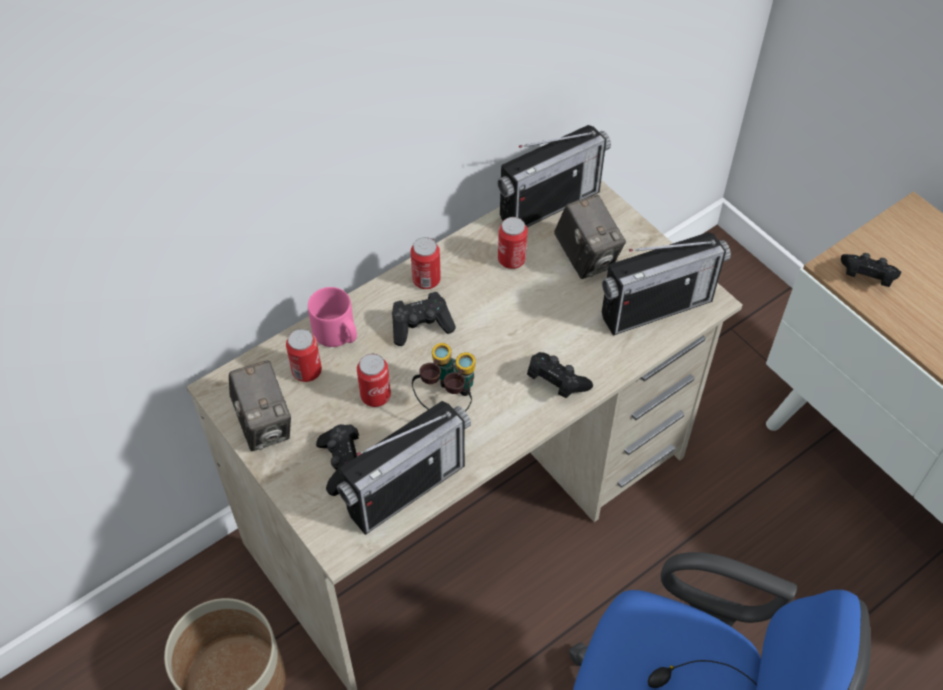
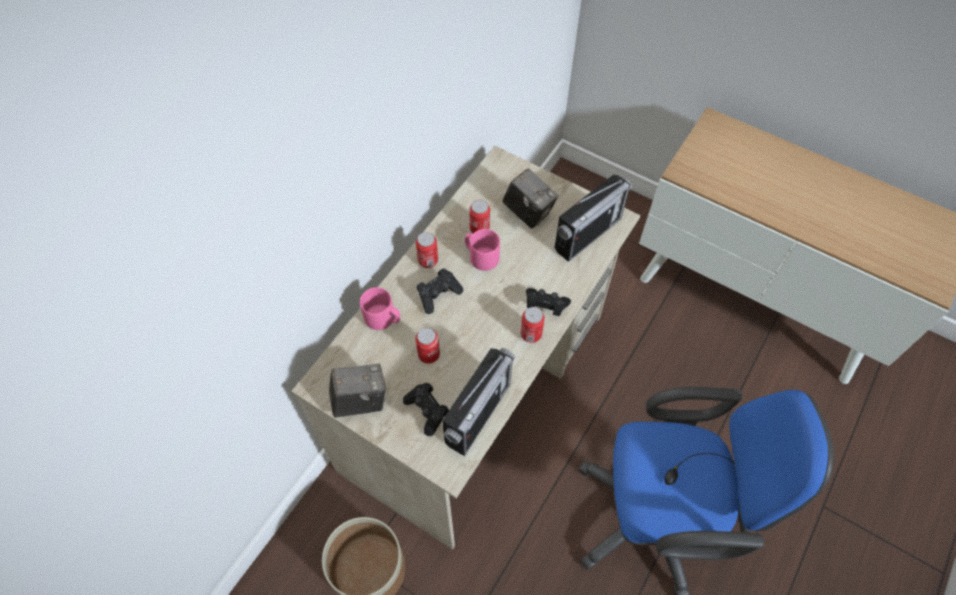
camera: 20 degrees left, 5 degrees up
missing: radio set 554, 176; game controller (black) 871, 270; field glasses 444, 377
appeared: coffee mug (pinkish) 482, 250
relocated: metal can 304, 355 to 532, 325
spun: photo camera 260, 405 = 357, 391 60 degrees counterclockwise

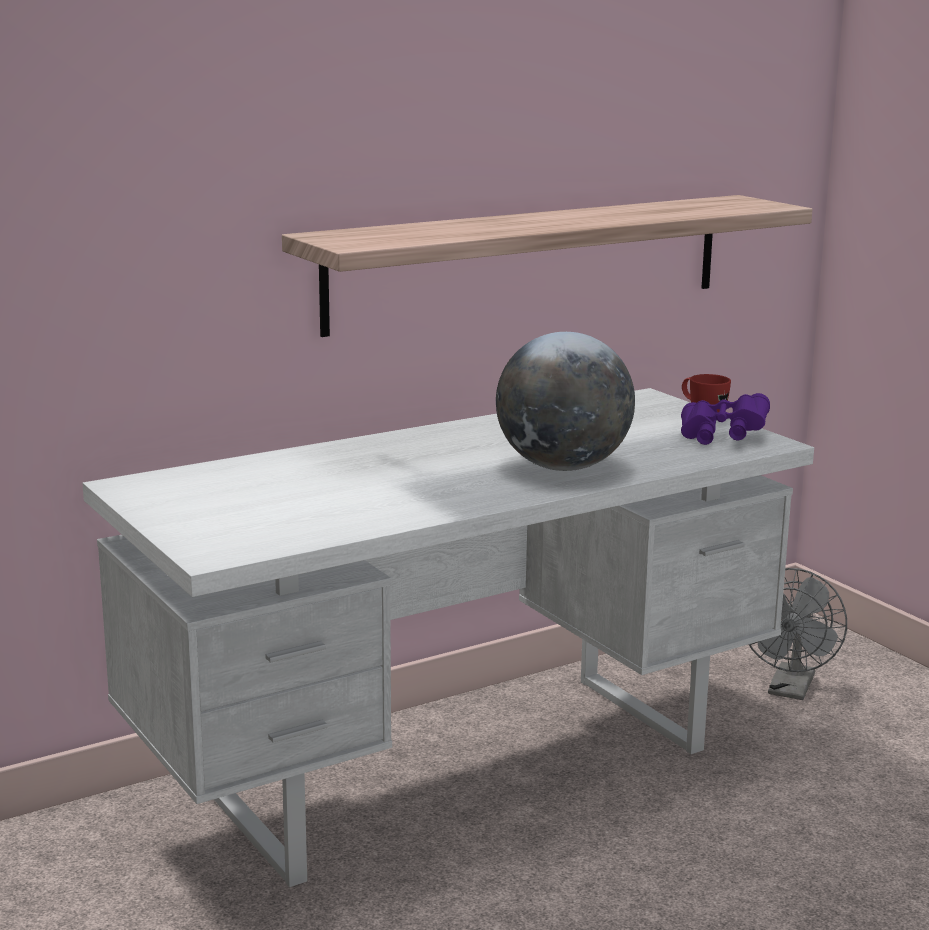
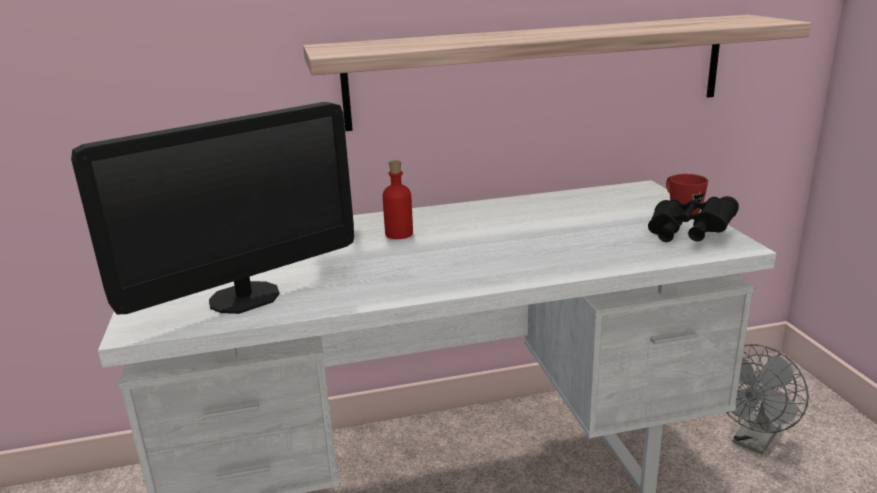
camera: 20 degrees right, 5 degrees up
missing: desk globe 565, 401
appeared: computer display 212, 208; bottle (red) 398, 199
colour: field glasses (purple) 725, 419 to field glasses (black) 693, 219

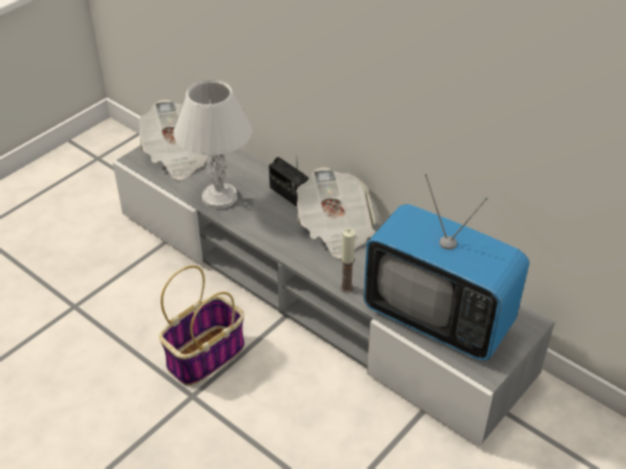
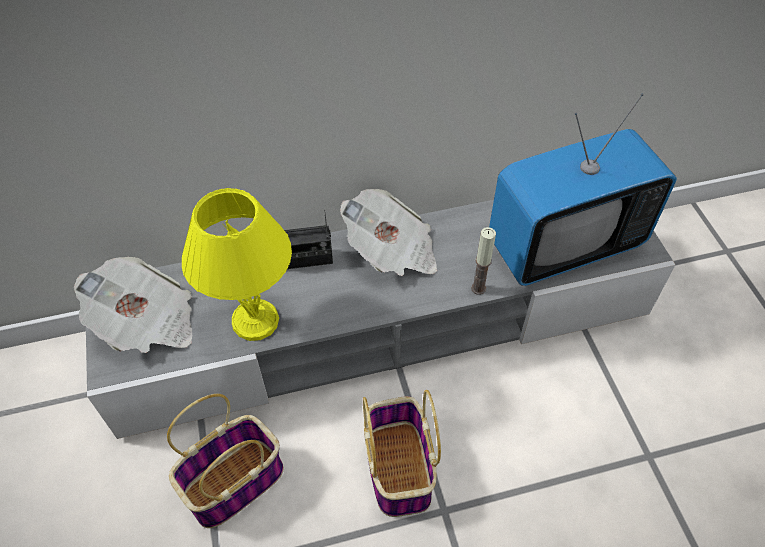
camera: 55 degrees left, 10 degrees up
appeared: storage basket 225, 461
colour: tabletop lamp (whitish) 213, 144 to tabletop lamp (yellowish) 237, 264

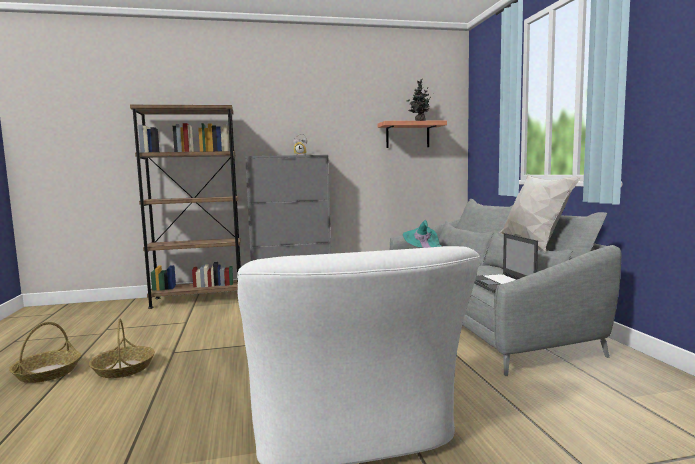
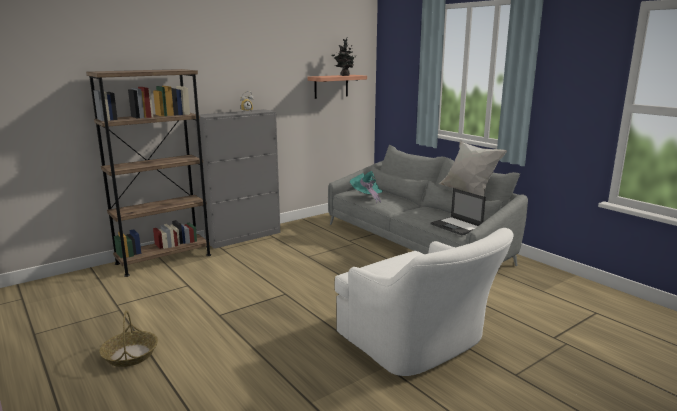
camera: 25 degrees left, 10 degrees up
missing: storage basket 122, 348

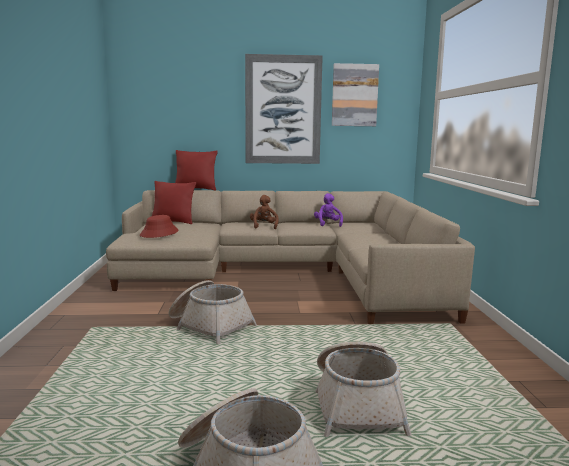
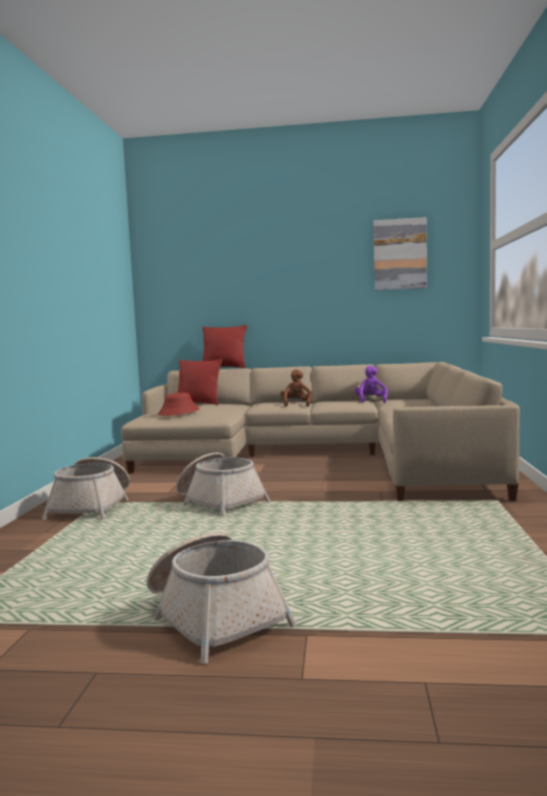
camera: 10 degrees right, 5 degrees down
missing: wall picture 284, 109
relocated: storage basket 363, 389 to 86, 488

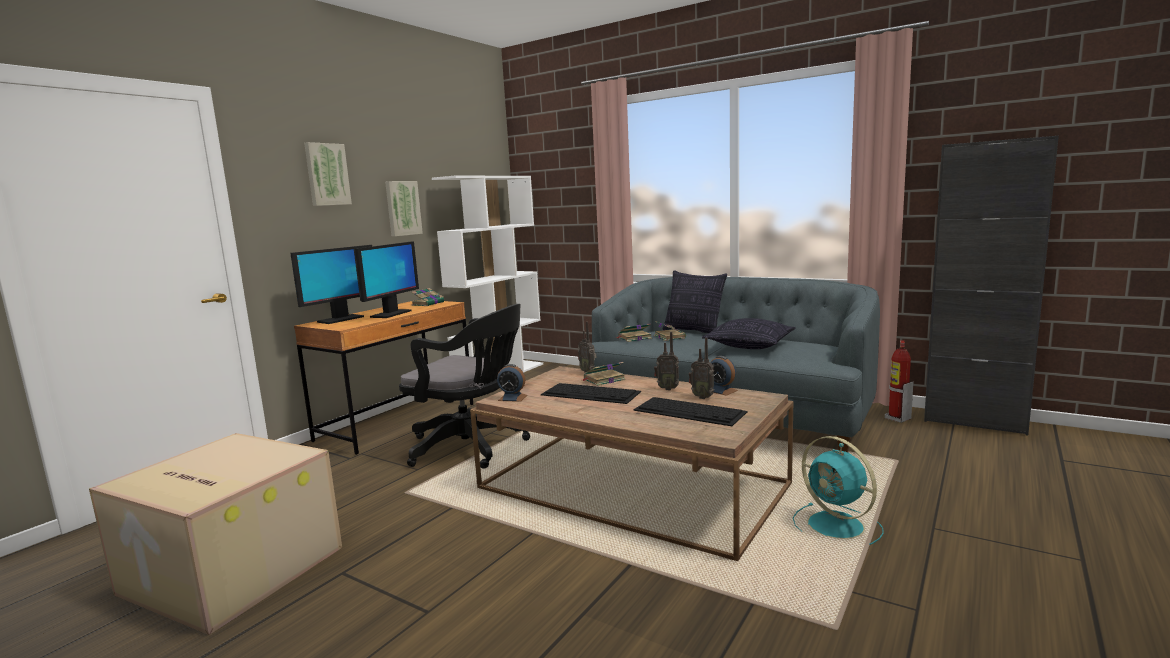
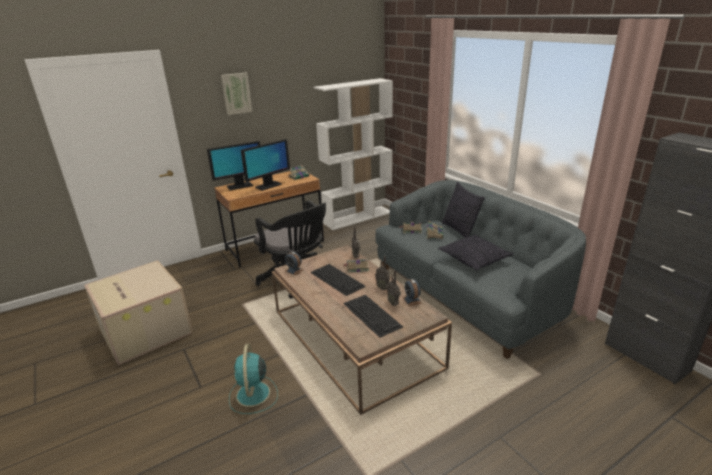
camera: 25 degrees right, 15 degrees up
missing: wall picture 404, 208; extinguisher 899, 381
relocated: electric fan (turquoise) 838, 490 to 253, 379

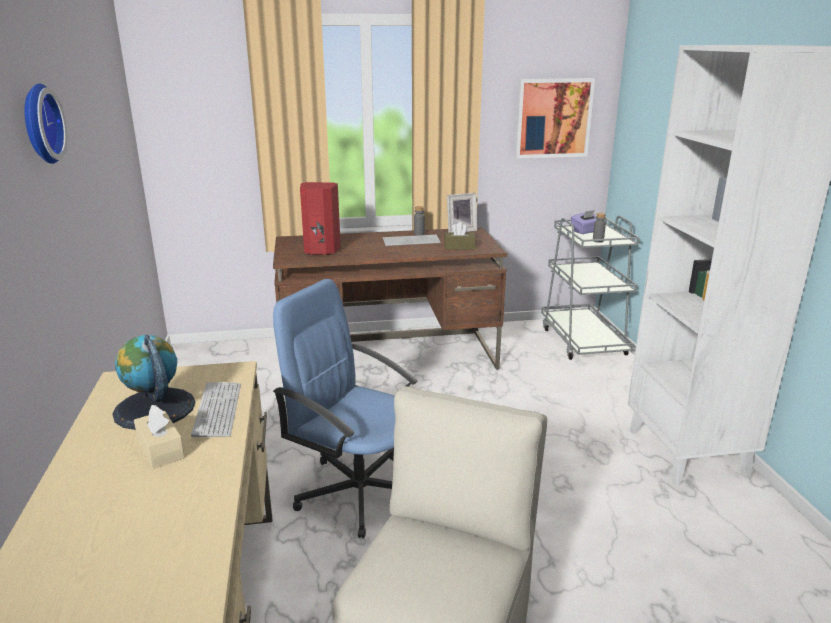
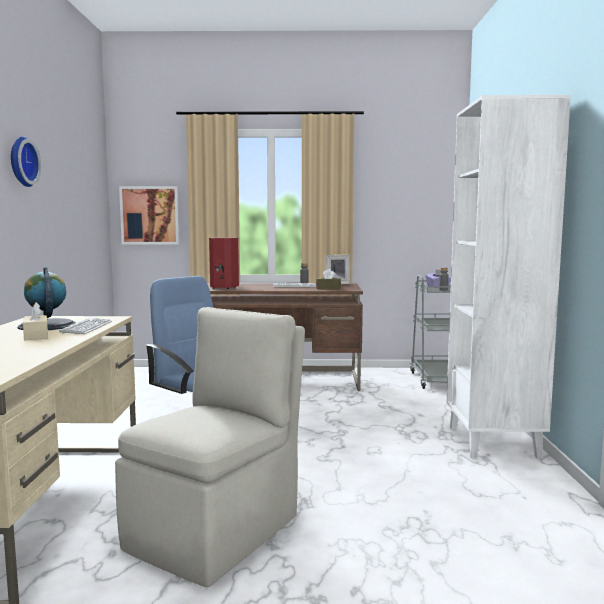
camera: 10 degrees right, 15 degrees down
relocated: wall picture 555, 118 to 149, 215

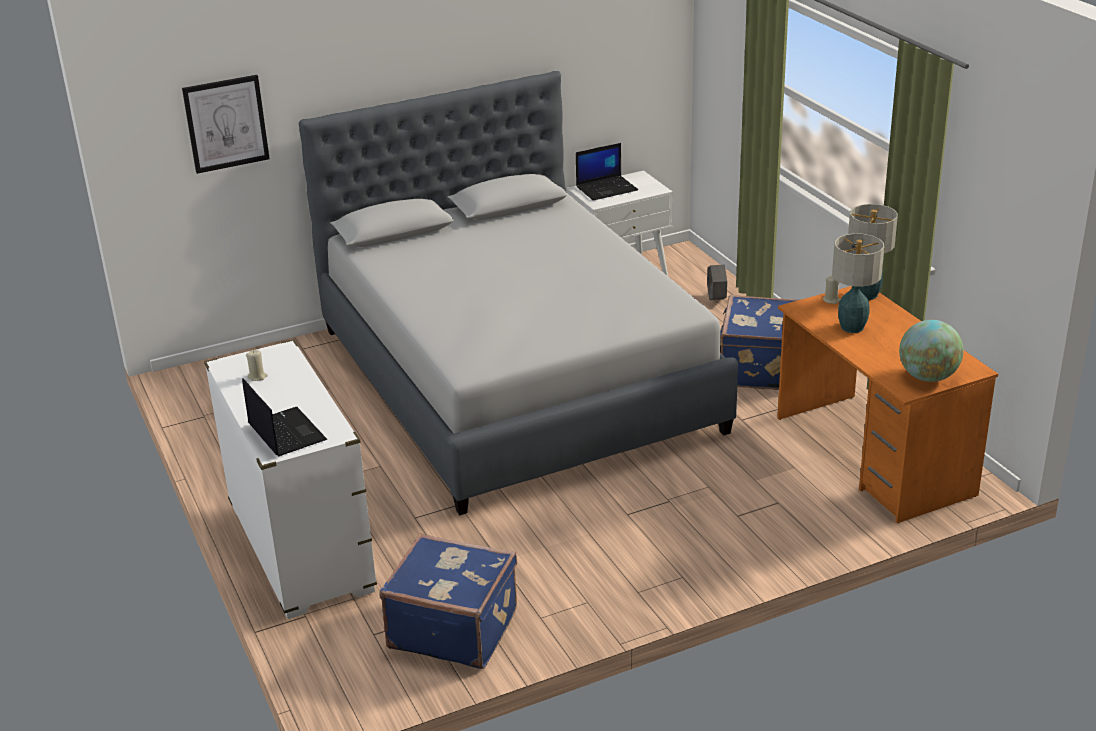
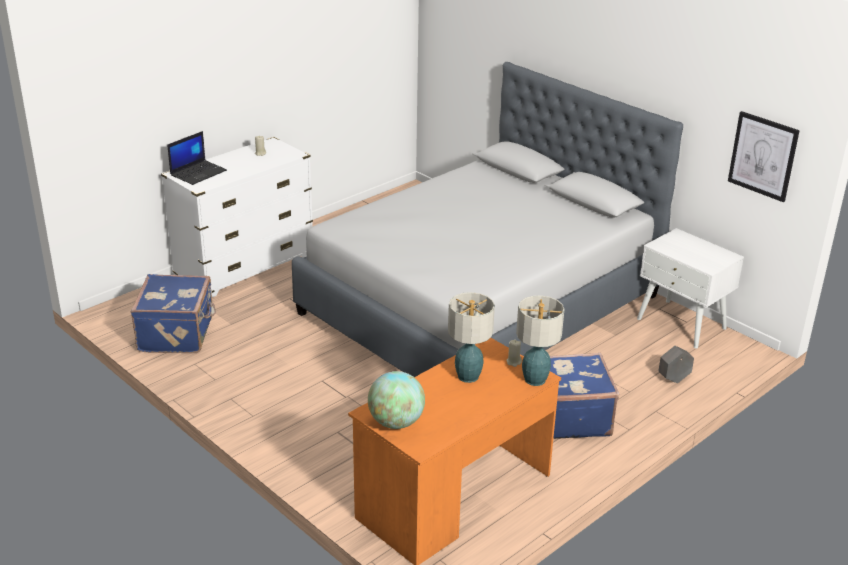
camera: 70 degrees right, 0 degrees up
missing: laptop 607, 172
relocated: wall picture 226, 124 to 764, 156

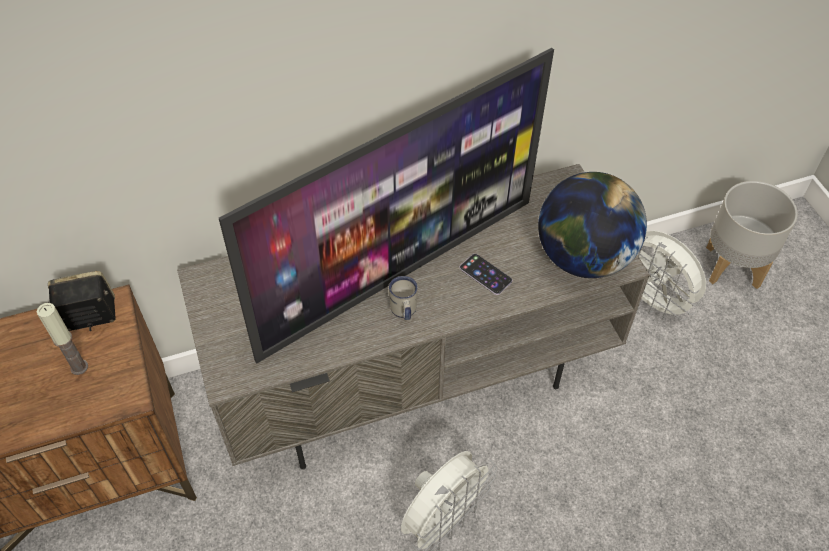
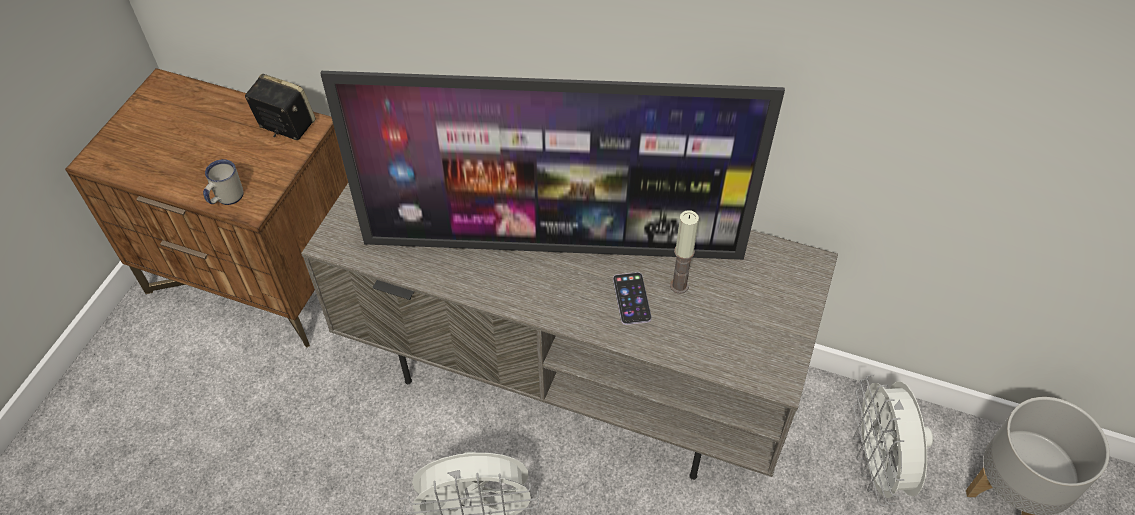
camera: 40 degrees right, 0 degrees up
missing: desk globe 592, 225
relocated: coffee mug (whitish) 403, 298 to 223, 182; wax light 62, 339 to 684, 252

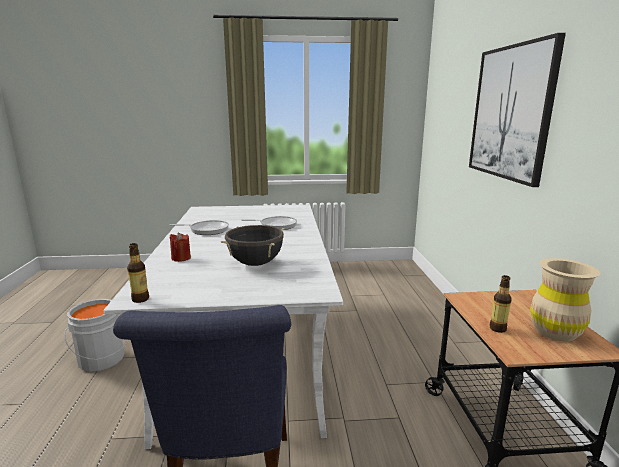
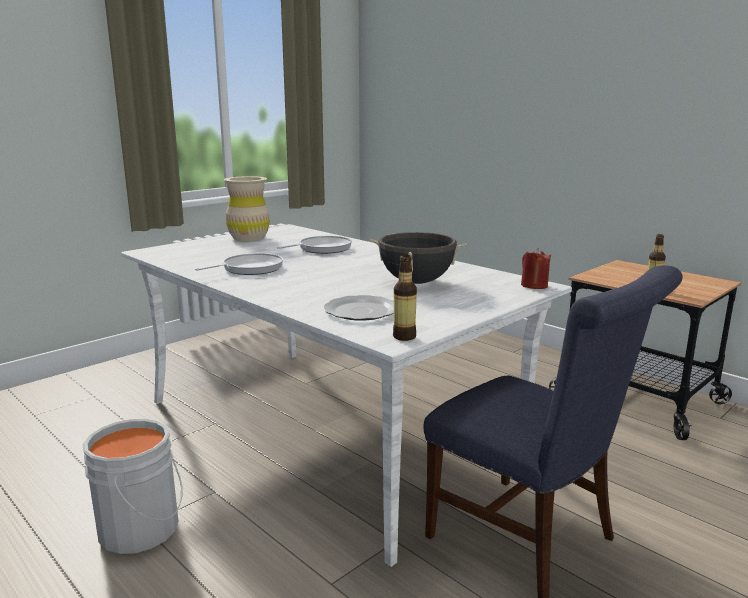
camera: 40 degrees left, 0 degrees up
missing: wall picture 517, 110
appeared: dinner plate 359, 308
relocated: wax light (red) 180, 247 to 536, 268; vase (beige) 565, 299 to 246, 208

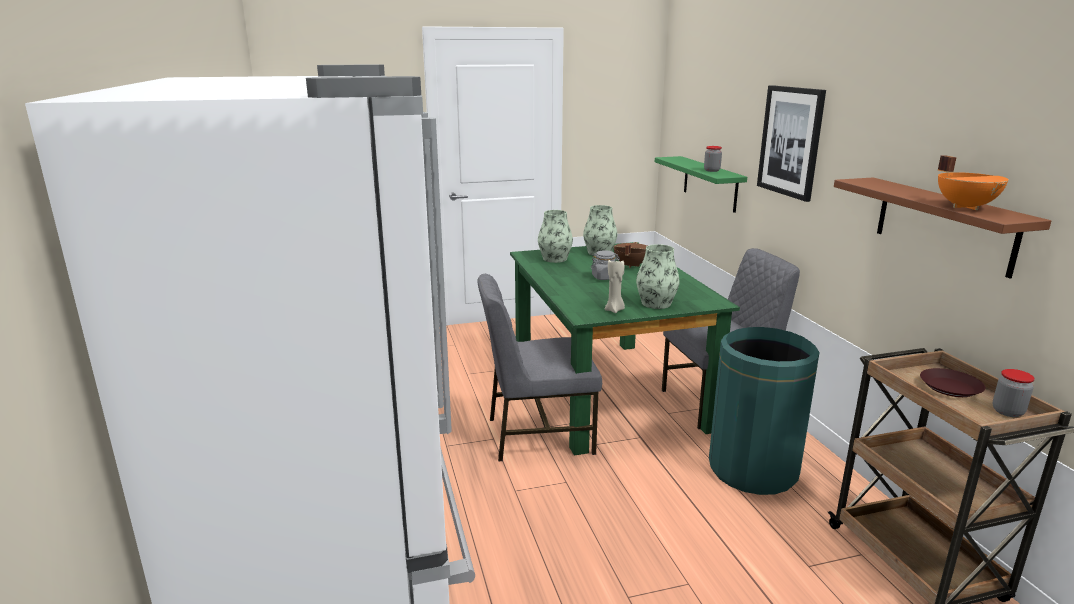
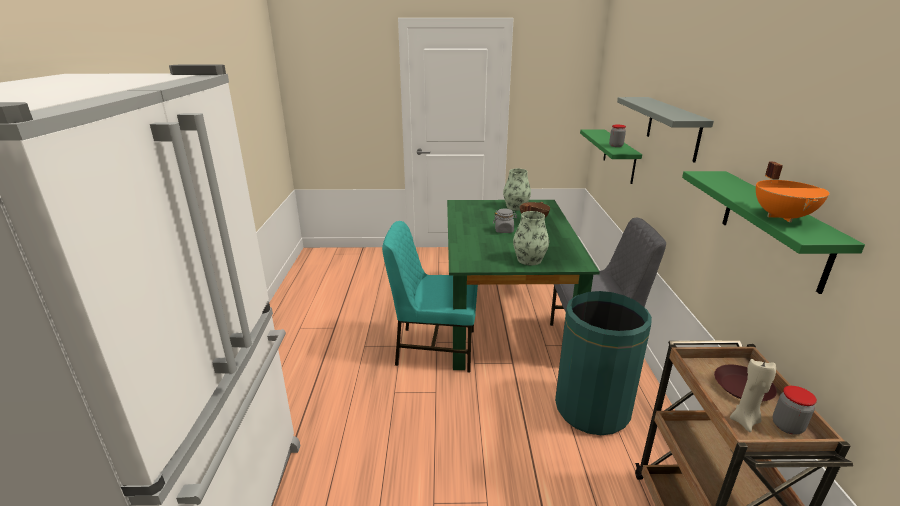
camera: 15 degrees right, 5 degrees up
missing: vase 555, 236
relocated: wax light (beige) 615, 286 to 753, 395
exchanged: wall picture 791, 143 to wall shelf (gray) 665, 130
colour: wall shelf (brown) 942, 228 to wall shelf (greenish) 773, 232; chair (gray) 540, 367 to chair (turquoise) 430, 296

